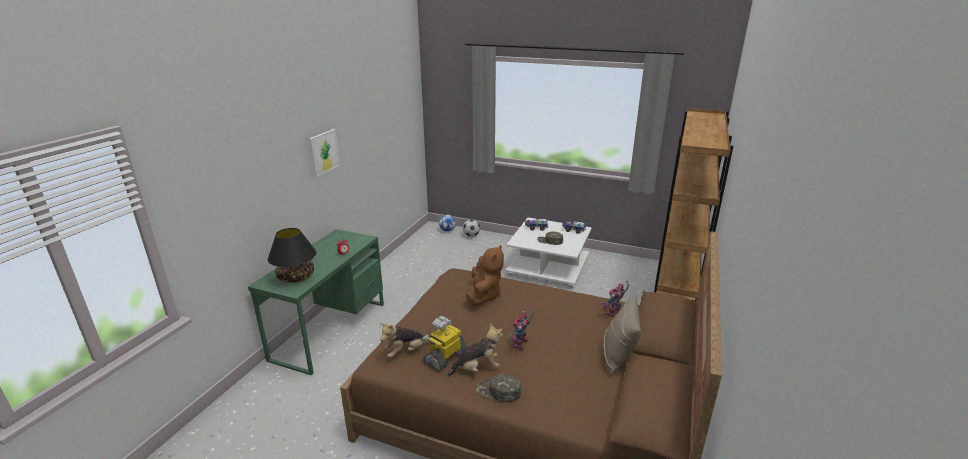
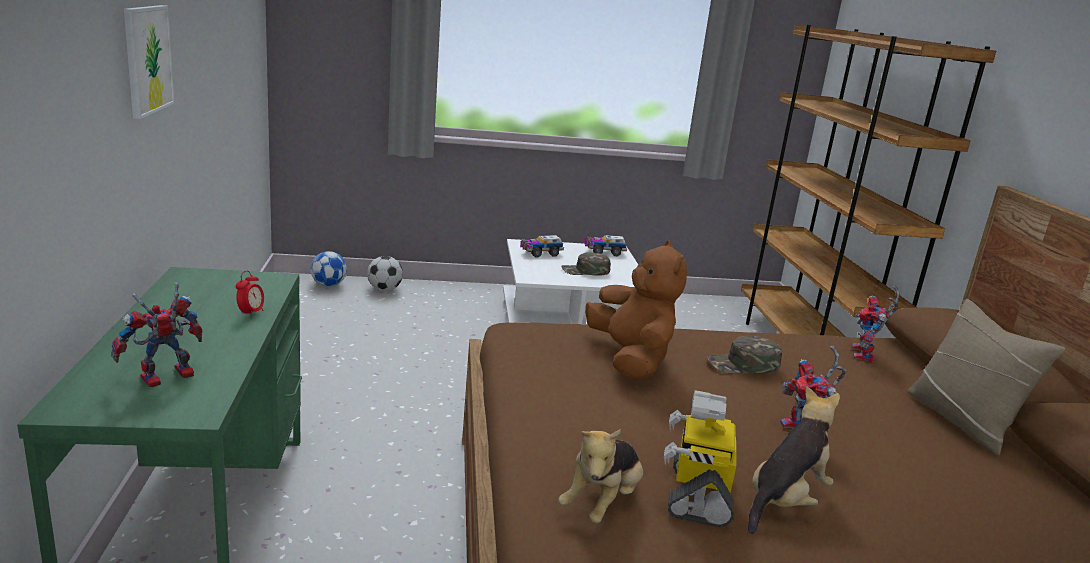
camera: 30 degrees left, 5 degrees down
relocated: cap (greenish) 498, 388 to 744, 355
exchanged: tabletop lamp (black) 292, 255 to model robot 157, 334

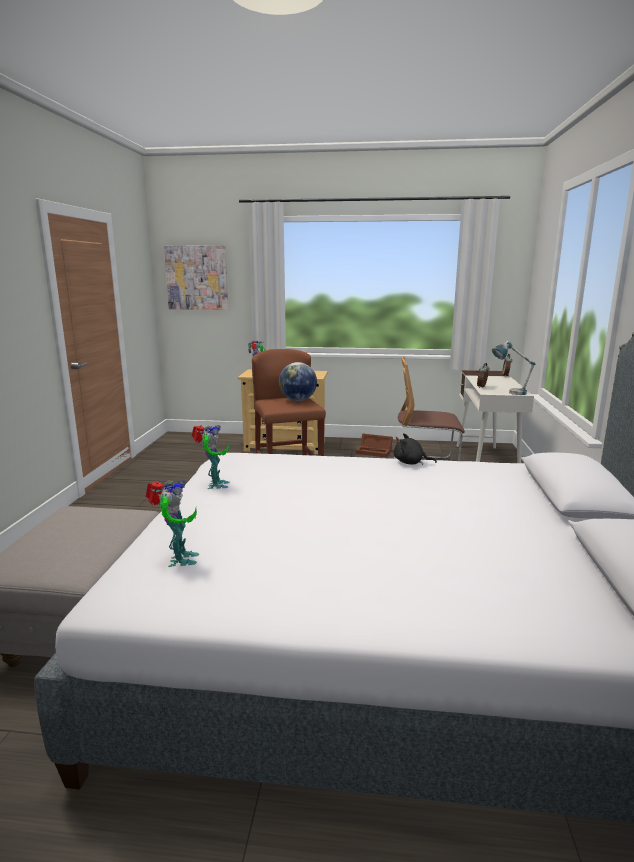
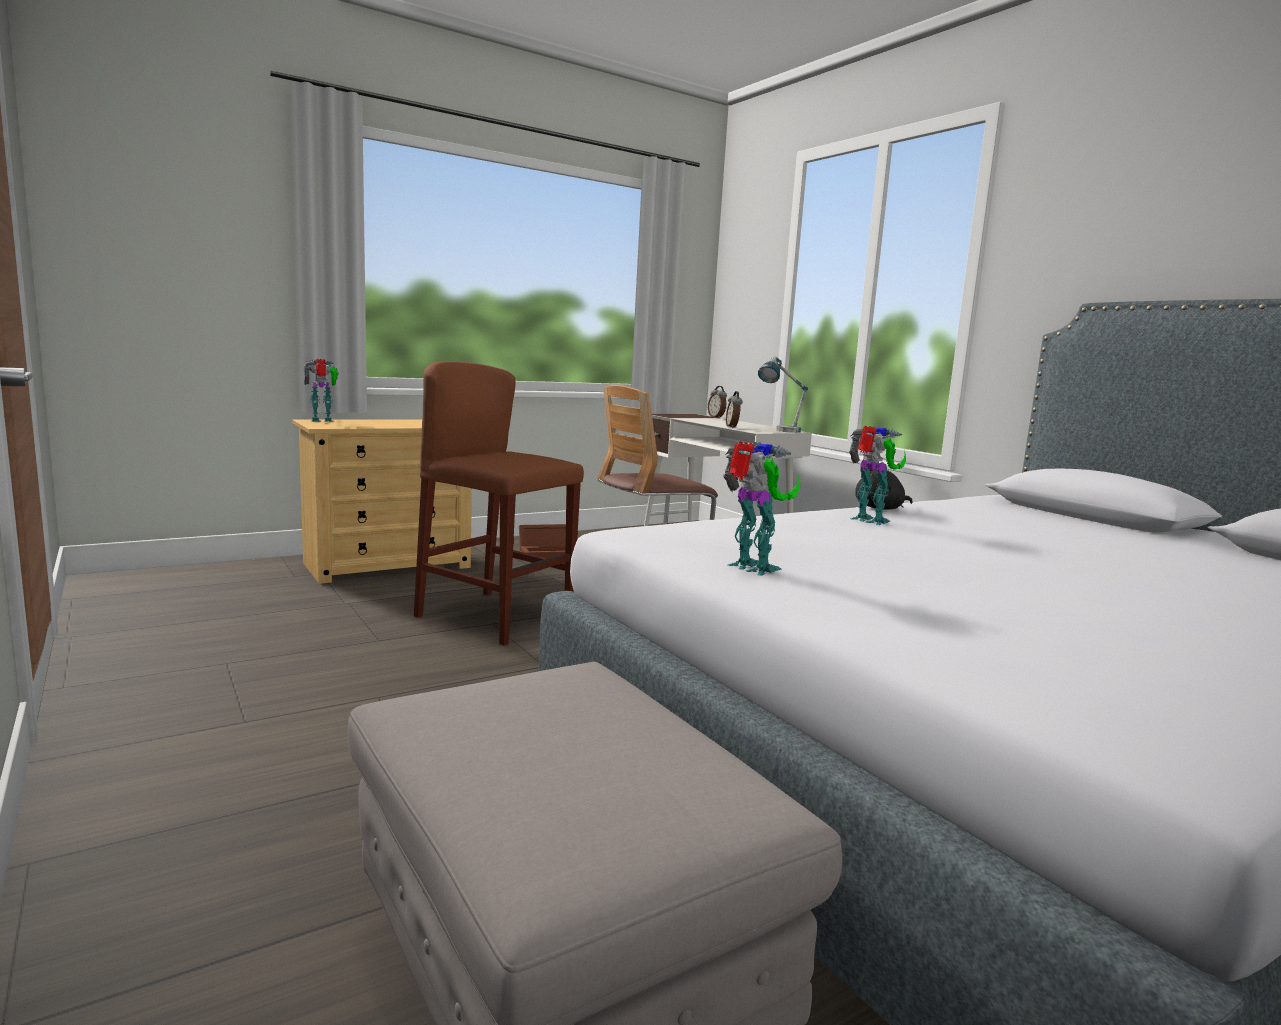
camera: 40 degrees left, 5 degrees down
missing: wall picture 196, 277; desk globe 298, 381
relocated: model robot 173, 523 to 877, 475

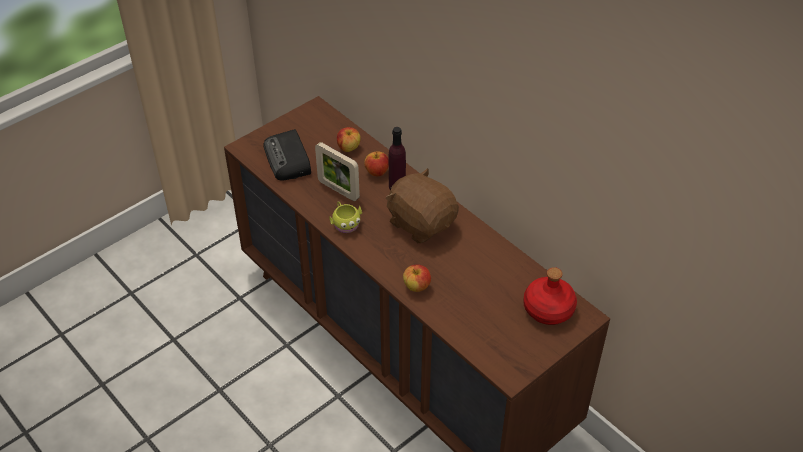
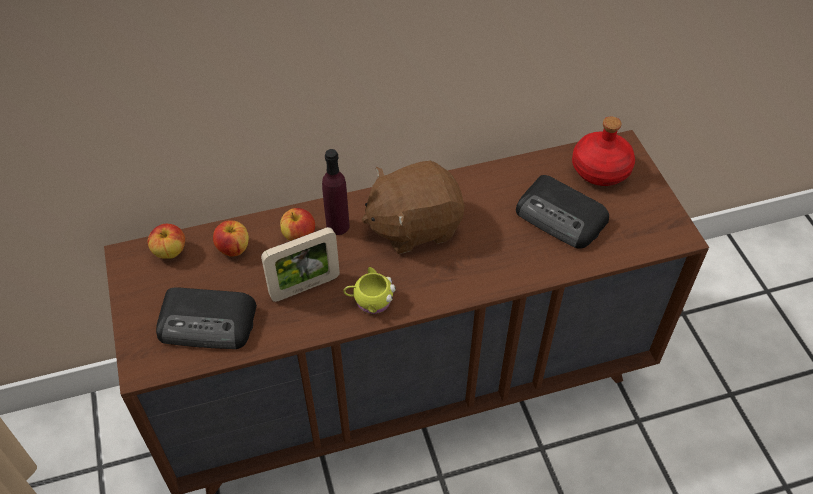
camera: 65 degrees left, 5 degrees up
appeared: radio set 562, 212
relocated: apple 417, 278 to 166, 241

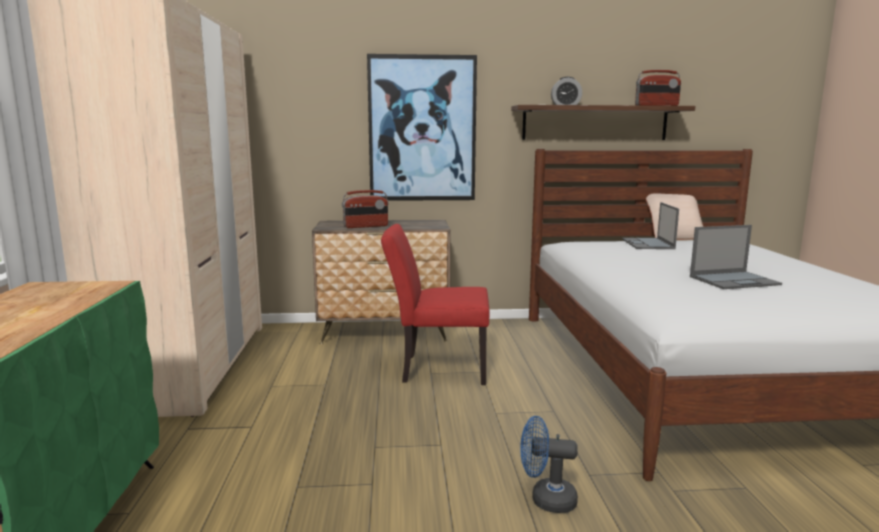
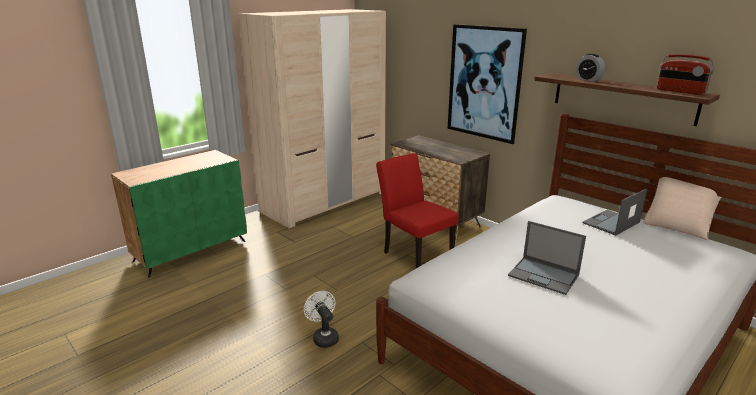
camera: 50 degrees right, 10 degrees up
missing: radio set 365, 209
colour: electric fan (blue-coloured) 549, 464 to electric fan (whitish) 321, 319

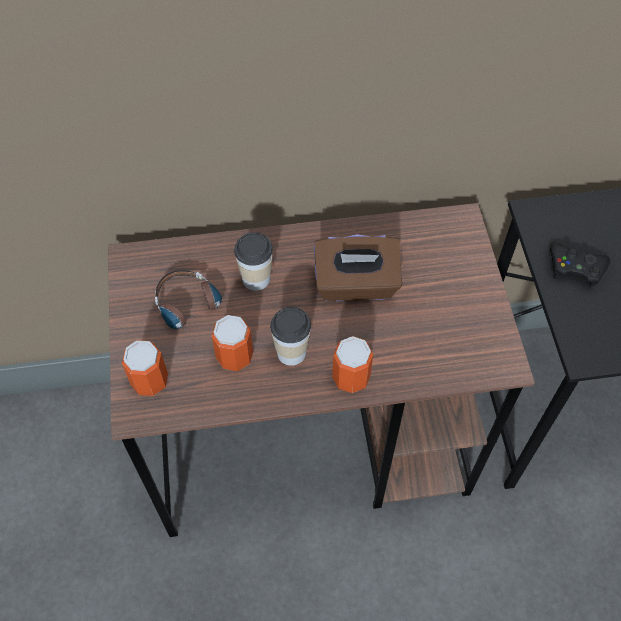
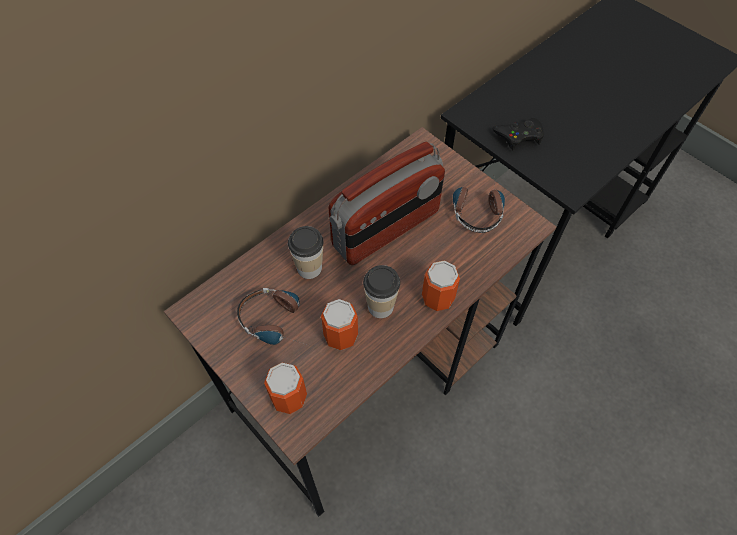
camera: 35 degrees left, 0 degrees up
appeared: headset 479, 206
exchanged: tissue box (brown) 358, 267 to radio set 387, 203

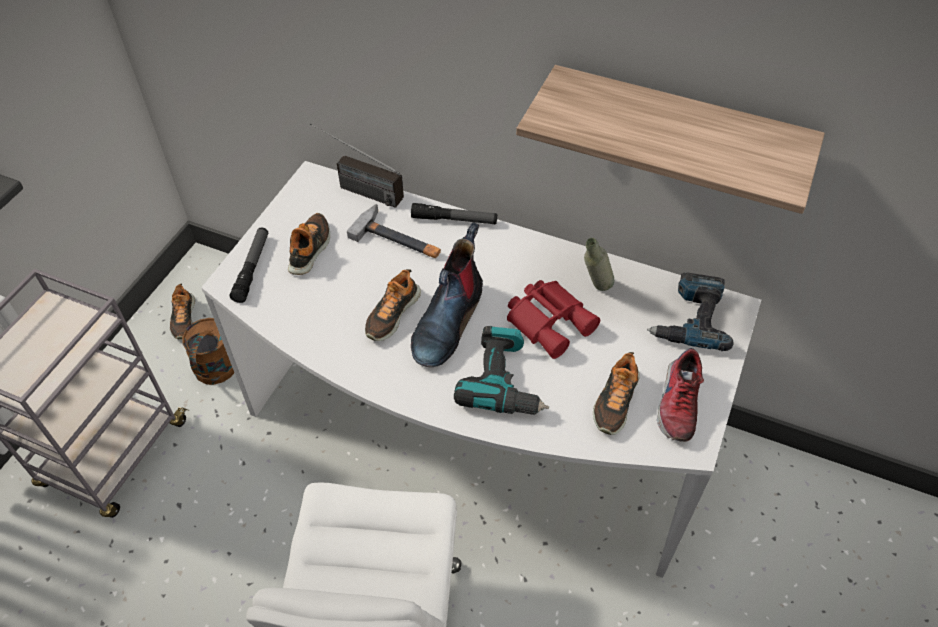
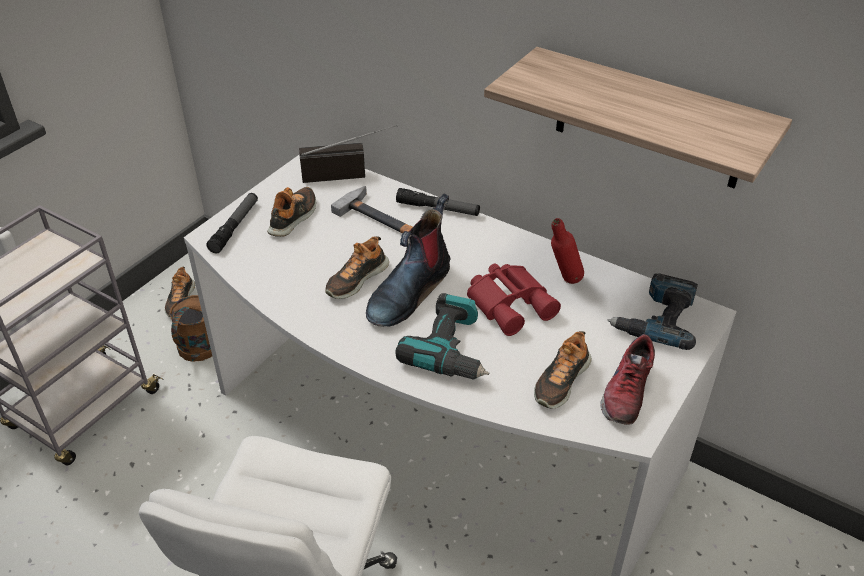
camera: 10 degrees right, 10 degrees down
colour: bottle (gray) 599, 264 to bottle (red) 567, 251
spun: radio set 357, 165 = 348, 154 135 degrees clockwise

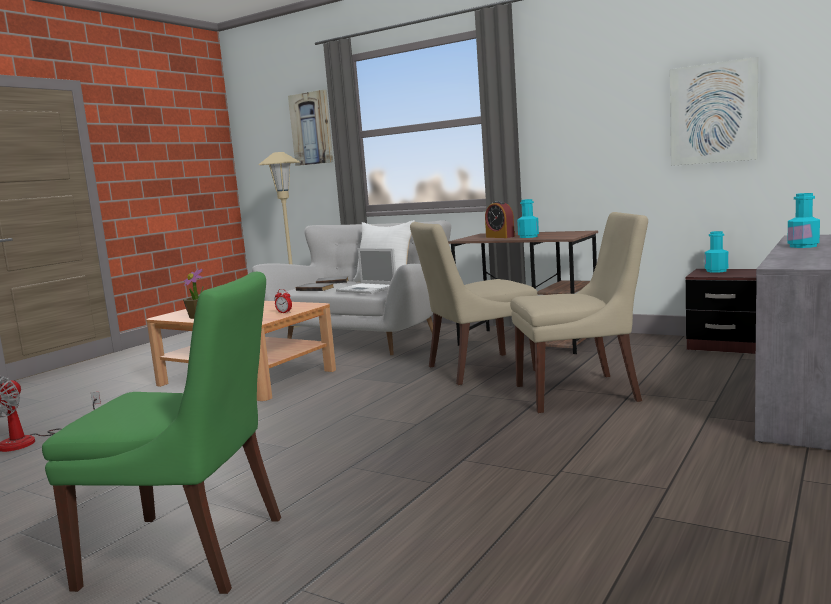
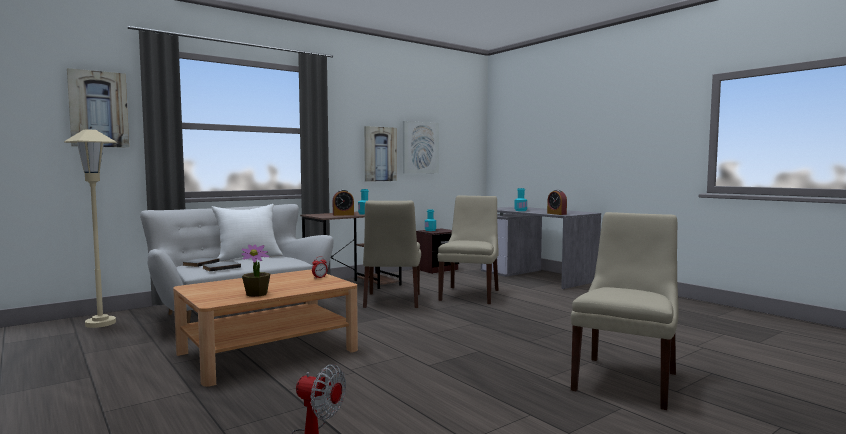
camera: 70 degrees left, 5 degrees down
missing: laptop 366, 271
appeared: wall picture 380, 154; bedside clock 557, 202
colour: chair (greenish) 161, 433 to chair (beige) 625, 311

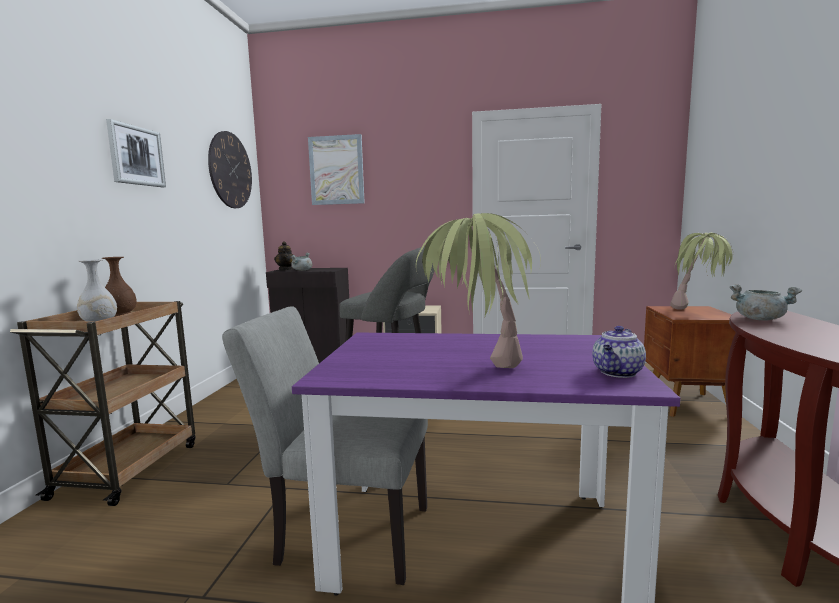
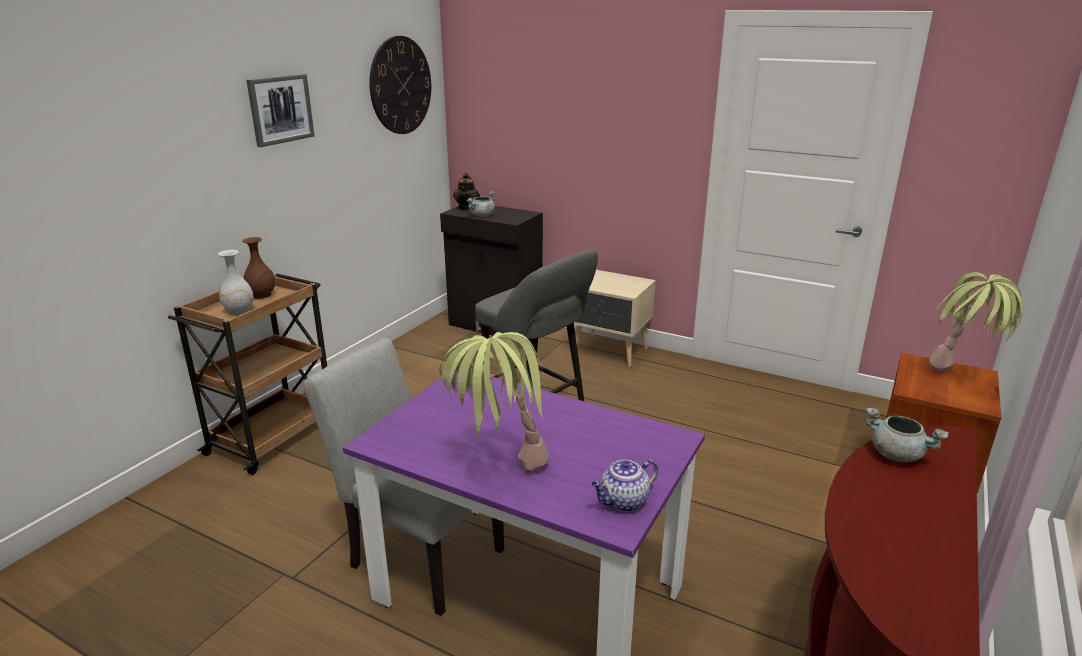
camera: 20 degrees right, 15 degrees up
missing: wall picture 336, 169

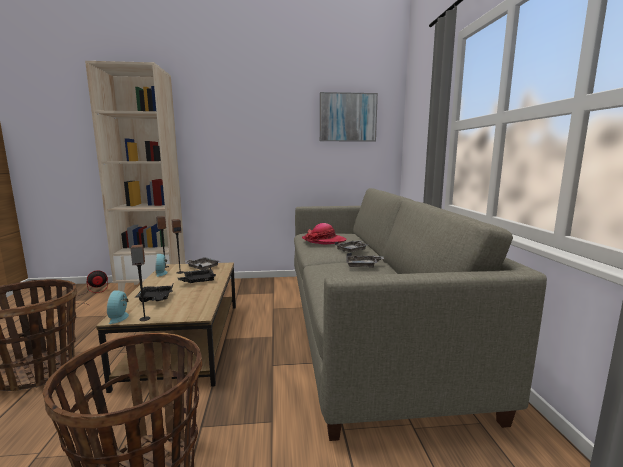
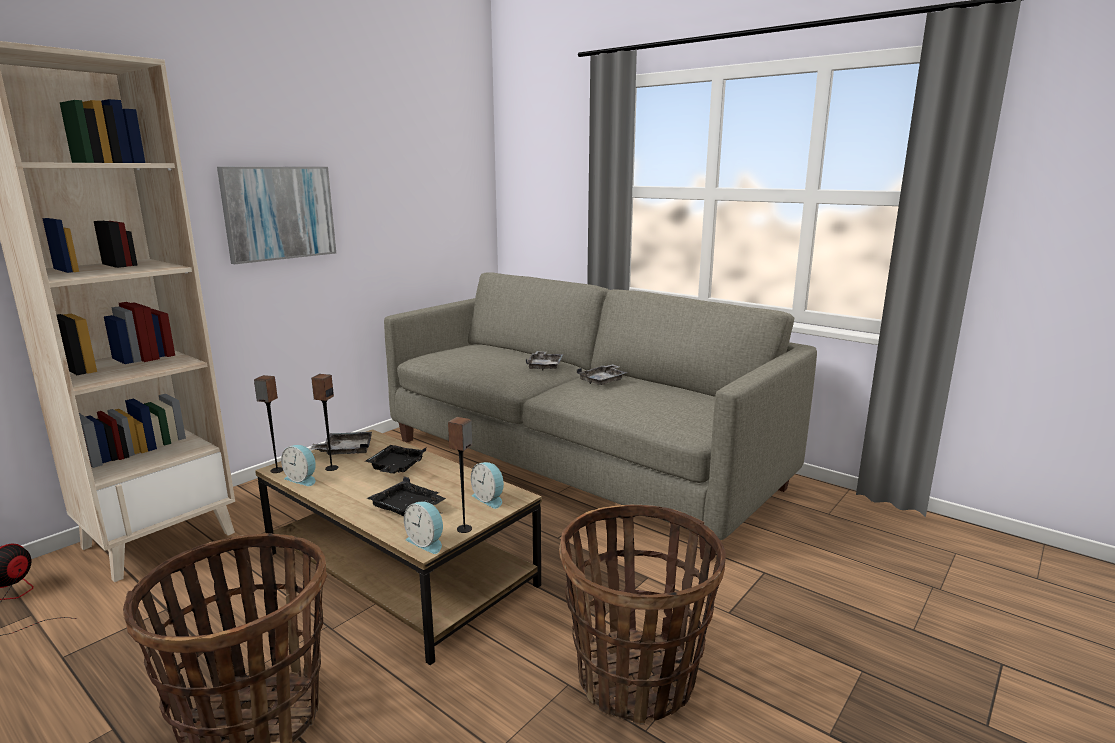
camera: 45 degrees left, 5 degrees up
missing: hat 324, 234
appeared: bedside clock 487, 485
relocated: wall picture 349, 117 to 276, 215

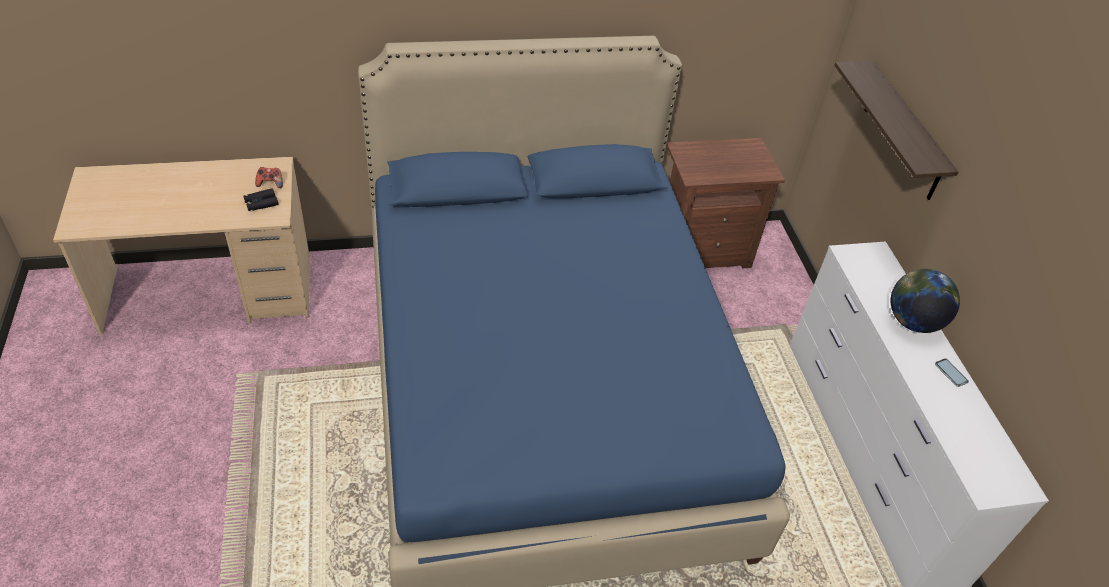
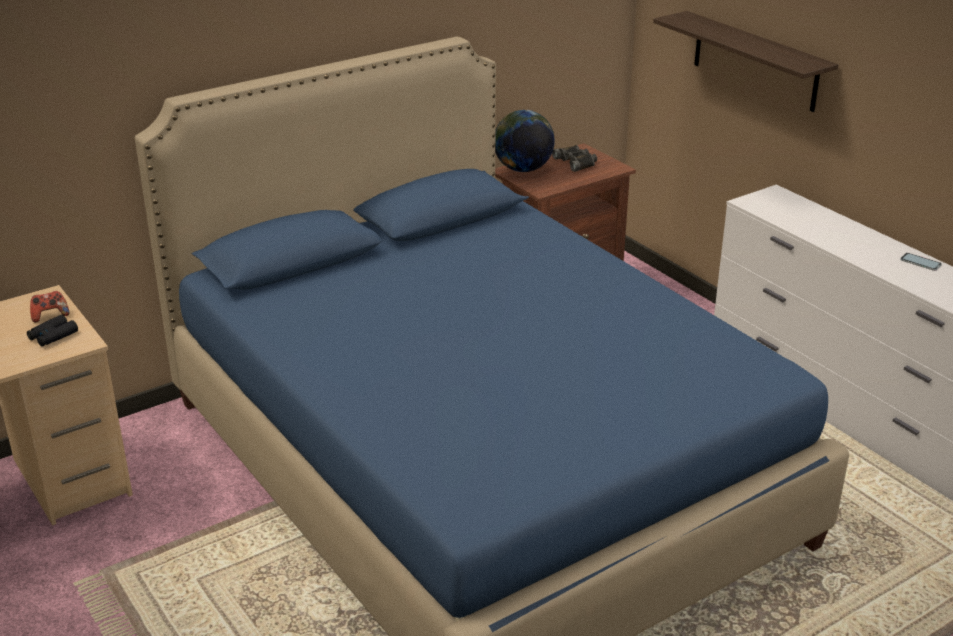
camera: 20 degrees left, 15 degrees down
appeared: field glasses (black) 574, 158
relocated: desk globe 925, 301 to 525, 141

